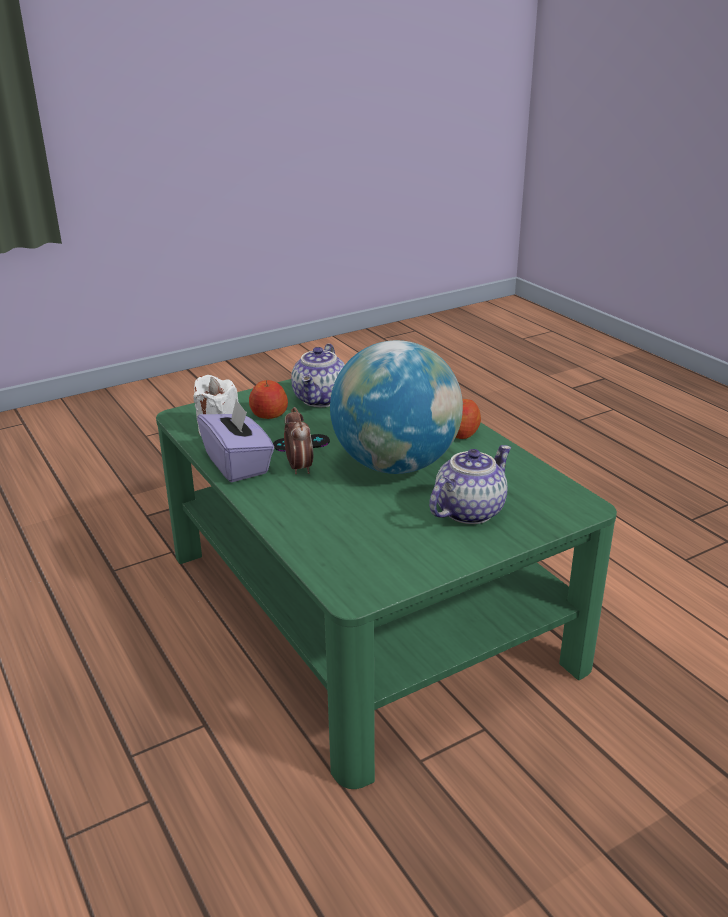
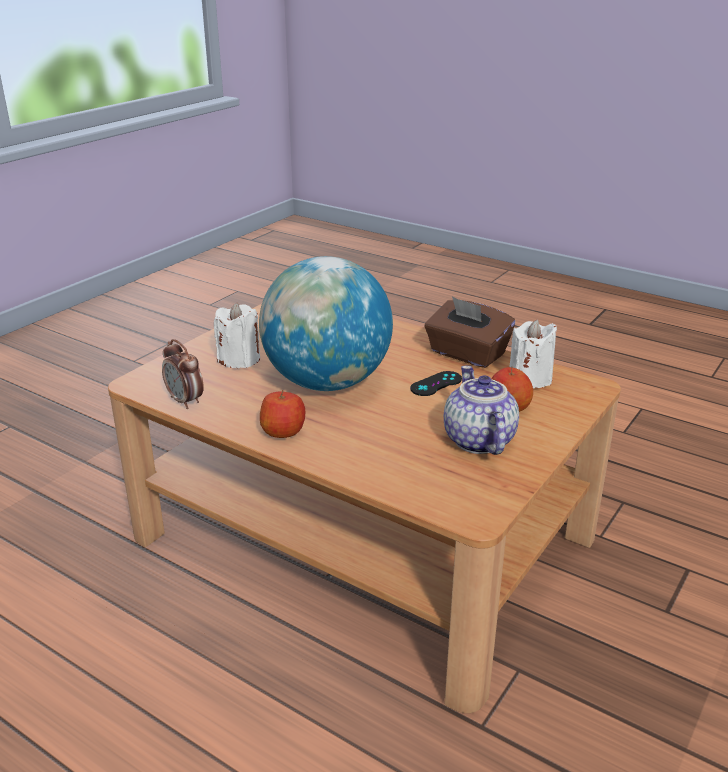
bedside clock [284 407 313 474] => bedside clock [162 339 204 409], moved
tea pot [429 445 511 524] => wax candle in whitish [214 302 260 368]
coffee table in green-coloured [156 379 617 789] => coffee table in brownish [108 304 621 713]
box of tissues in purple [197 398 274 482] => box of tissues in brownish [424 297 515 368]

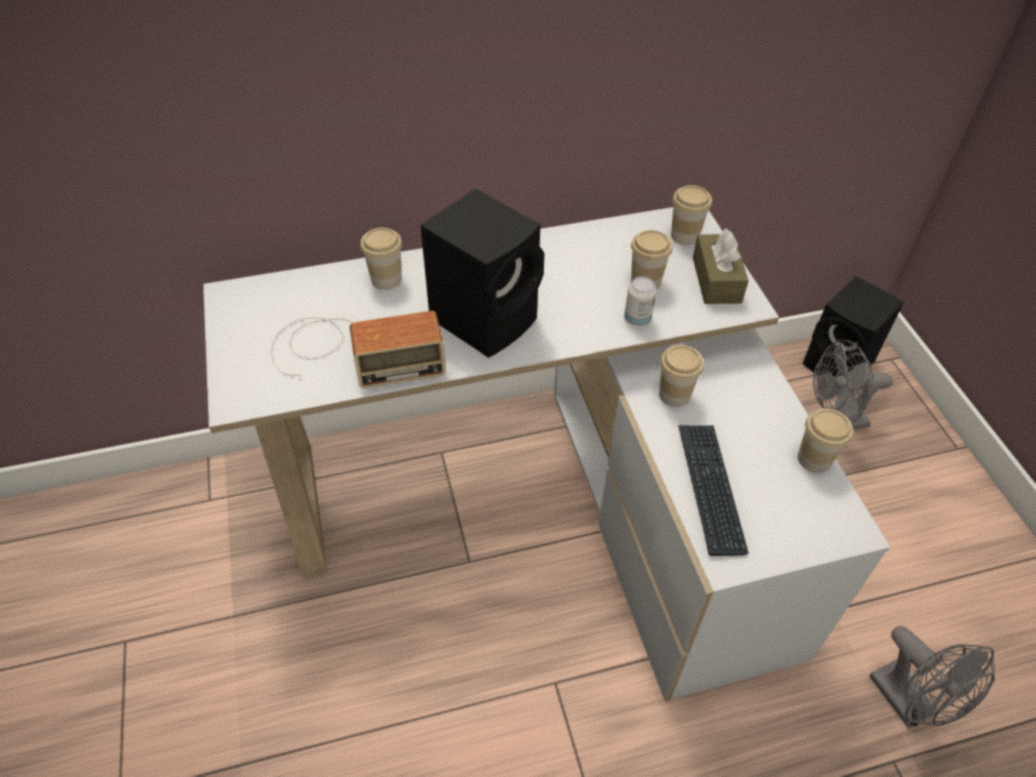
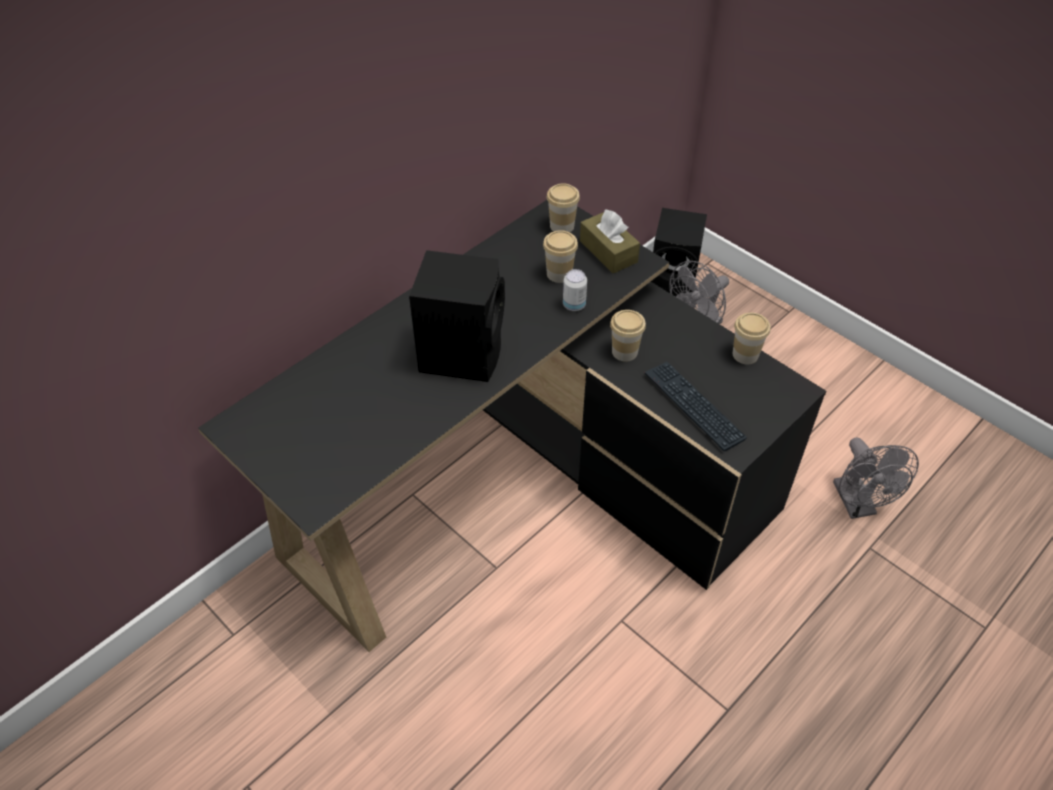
radio set [271 311 446 388] => nothing
small cup [360 228 402 290] => nothing
desk unit in whitish [203 207 890 702] => desk unit in blackish [198 200 826 652]
cooling fan in greyish [869 626 995 728] => cooling fan in greyish [833 437 919 519], 45 degrees clockwise

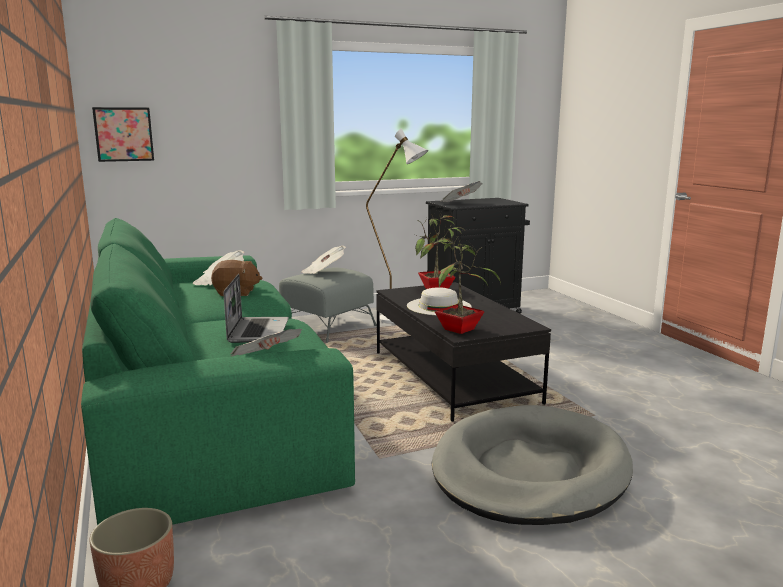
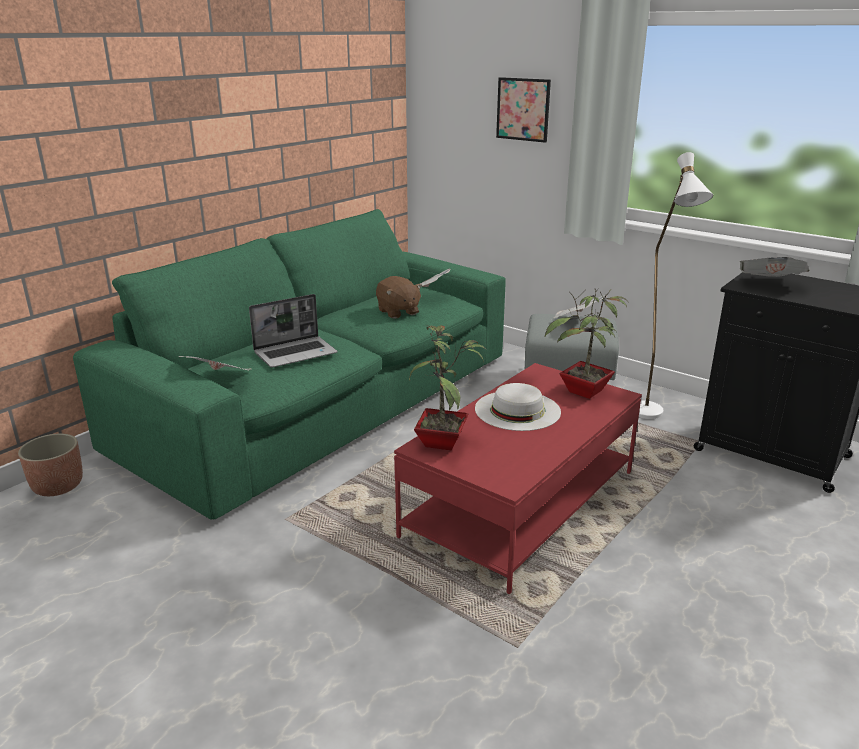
pet bed in greyish [431 405 633 525] => nothing
picture [92 107 154 162] => picture [496 77 551 143], moved
coffee table in blackish [377 282 551 422] => coffee table in red-coloured [394 363 642 594]

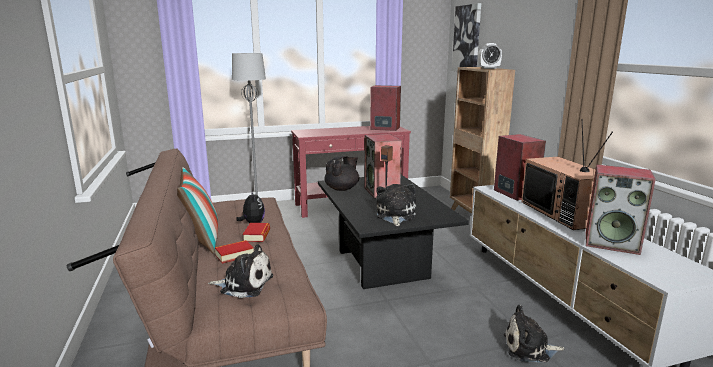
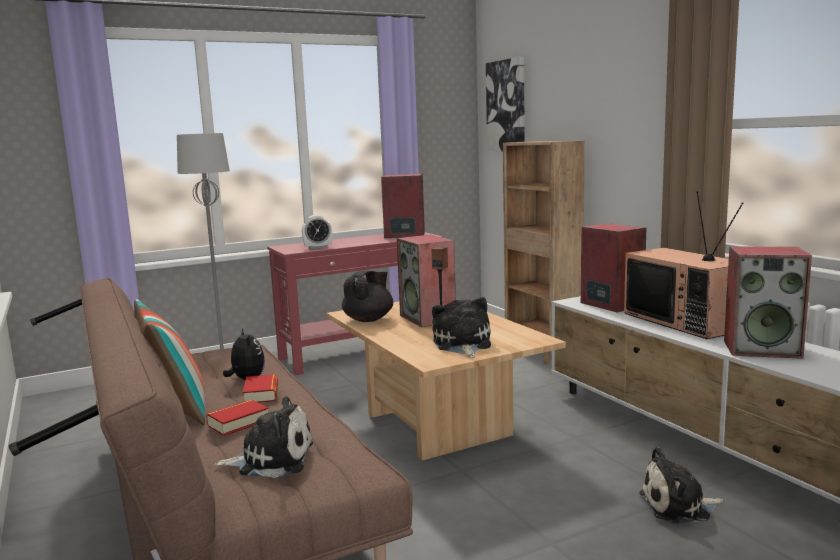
bedside clock [478 43 502 69] => bedside clock [302 215 332 249], moved
coffee table in blackish [318 175 469 289] => coffee table in beige [327 302 566 461]

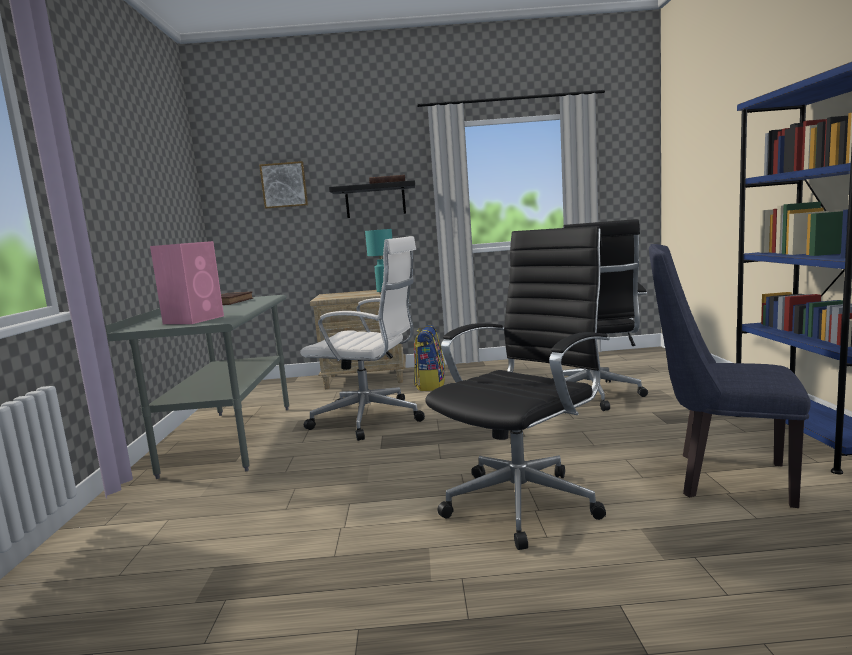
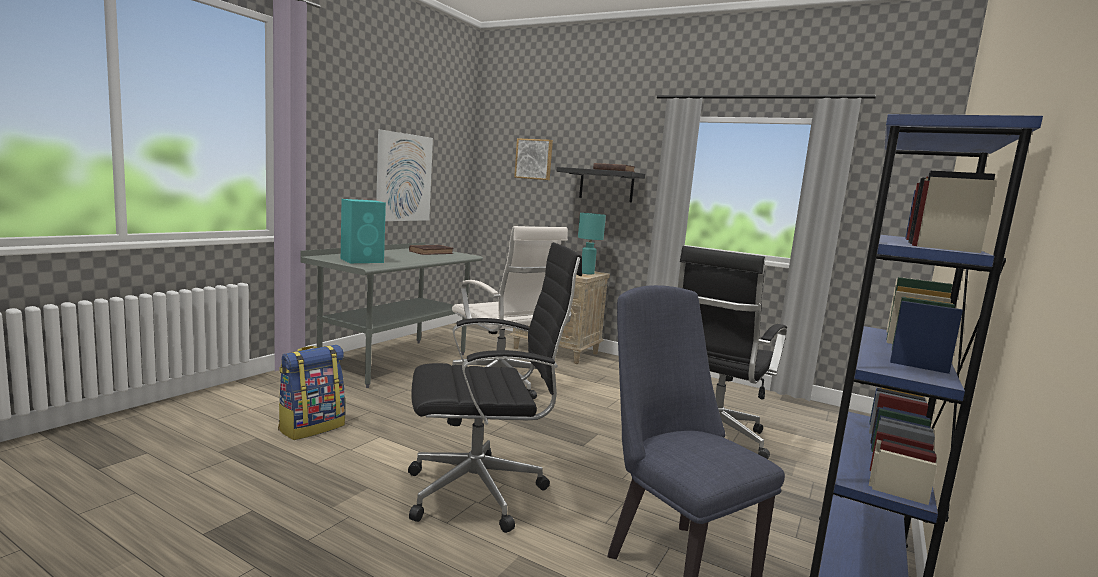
nothing => picture [376 129 433 221]
rucksack [414 325 445 391] => rucksack [278 345 345 440], moved
audio speaker in pink-coloured [150 241 224 324] => audio speaker in turquoise-coloured [341 199 386 263]

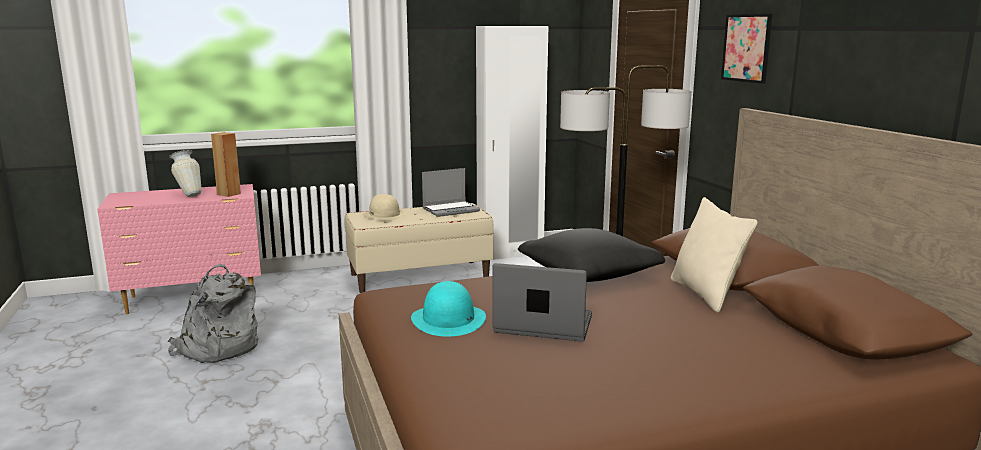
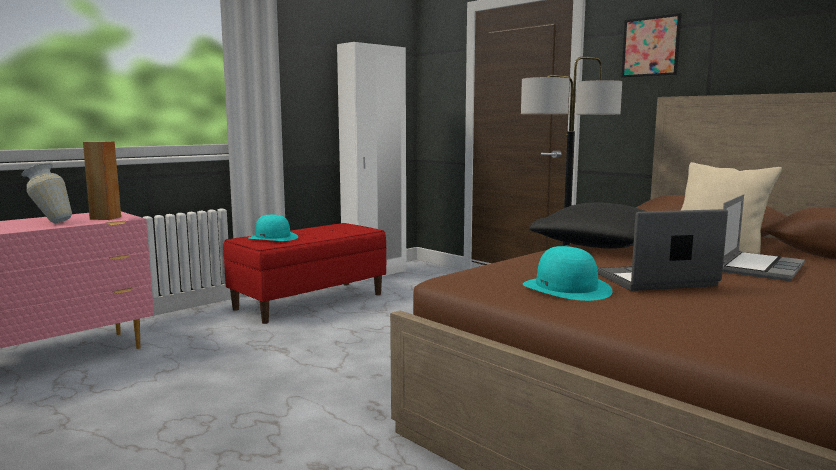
rucksack in greyish [168 264 259 363] => nothing
laptop [422 168 480 217] => laptop [723 194 805 281], moved
long seat in beige [344 203 494 293] => long seat in red-coloured [223 223 386 324]
wearable hat in beige [363 194 407 221] => wearable hat in turquoise-coloured [248 215 298 241]

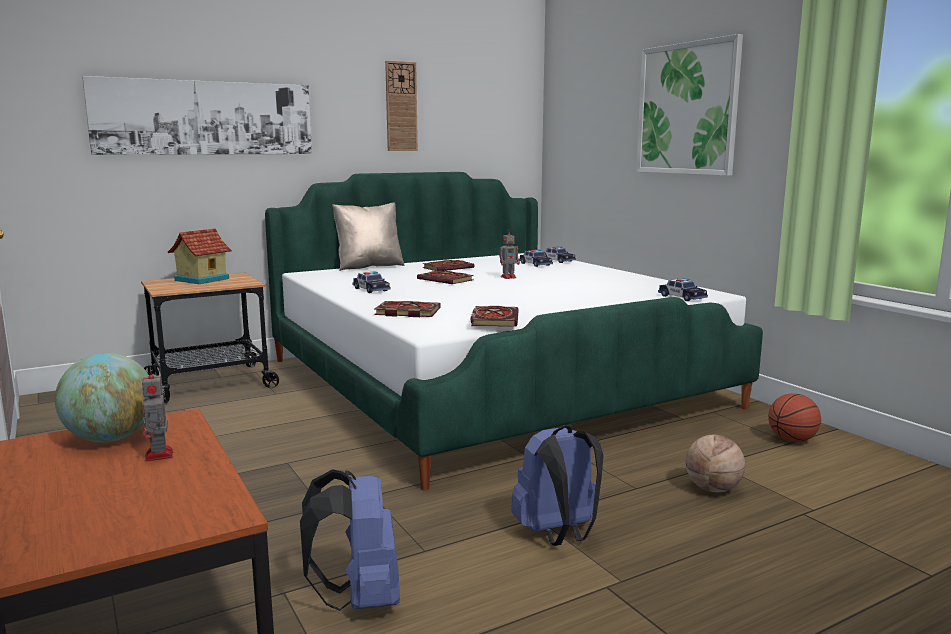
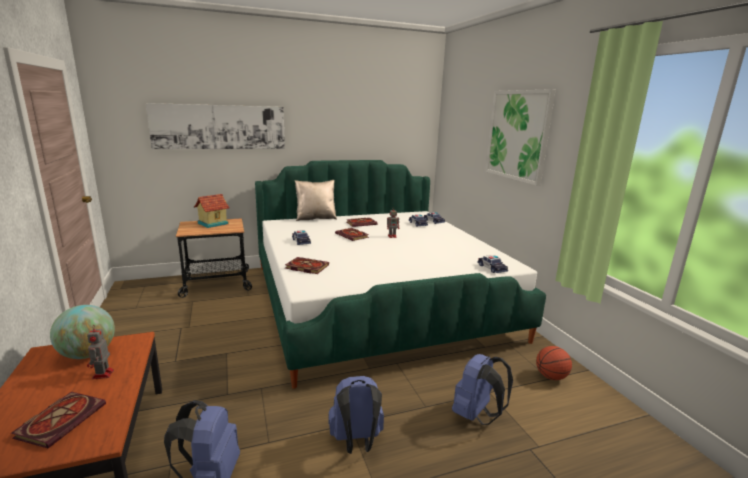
clock on the wall [385 61 418 151] => nothing
book [470 306 518 327] => book [11 392 106 448], moved
ball for basketball [686 435 745 492] => rucksack in bluish [452 354 513 425]

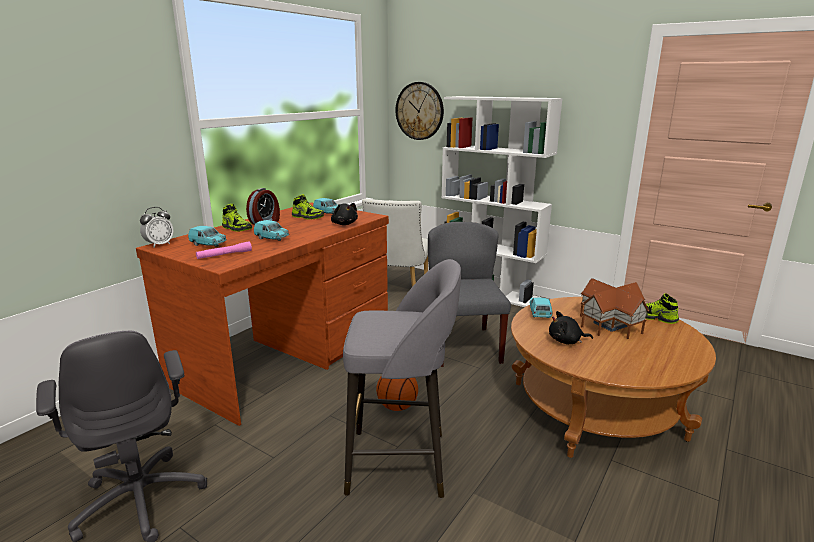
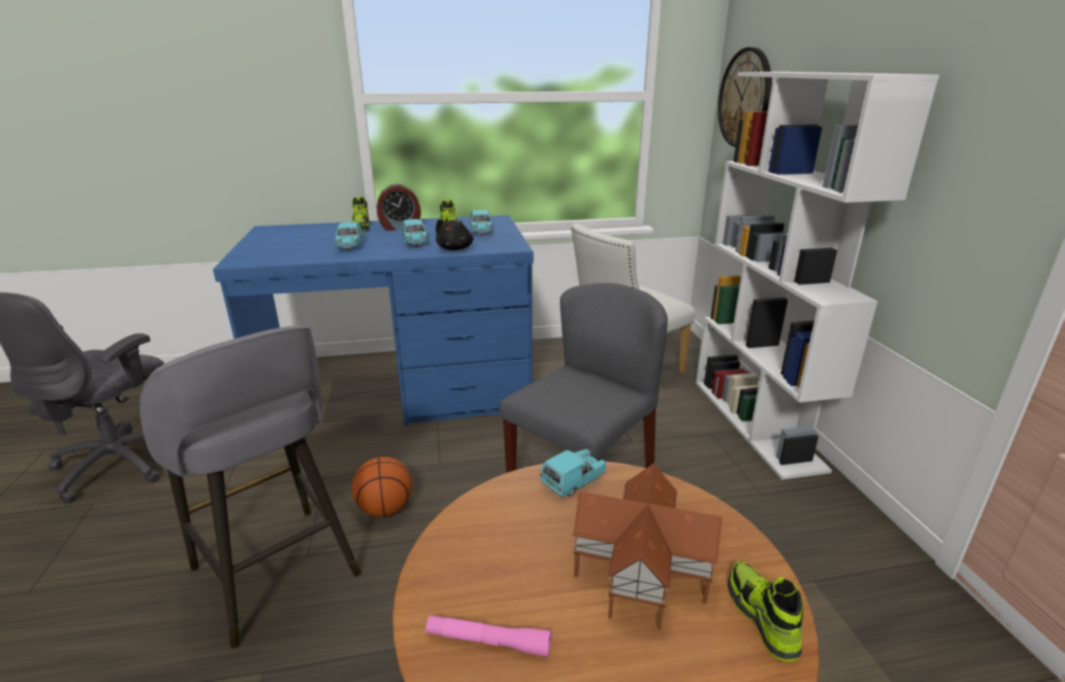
bedside clock [140 207 174 248] => nothing
cuddly toy in blackish [549 311 593 344] => nothing
toy car in turquoise-coloured [188 226 227 247] => toy car in turquoise-coloured [401 219 428 247], moved
flashlight in pink-coloured [196 241 252 259] => flashlight in pink-coloured [426 615 551 657], moved
desk unit in brownish [136 203 389 426] => desk unit in bluish [213 215 533 426]

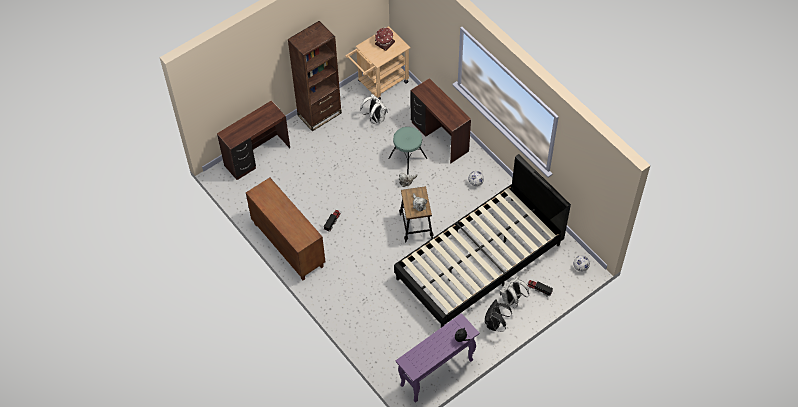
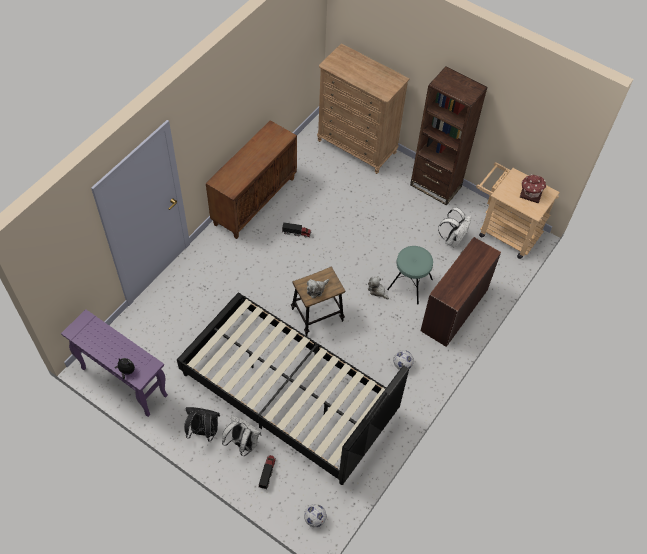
desk unit in brownish [217 100 290 180] => drawer chest in brownish [317 43 410 174]

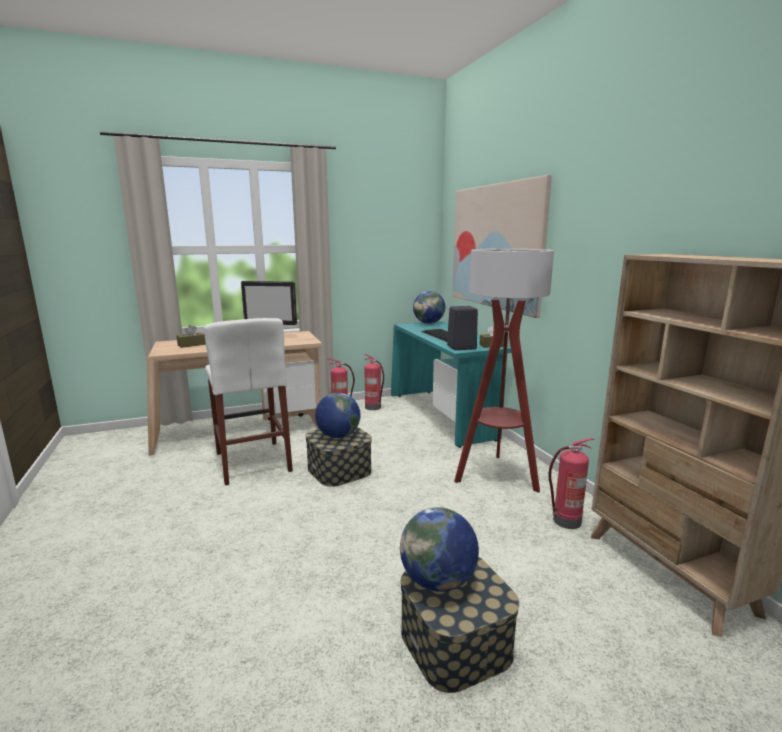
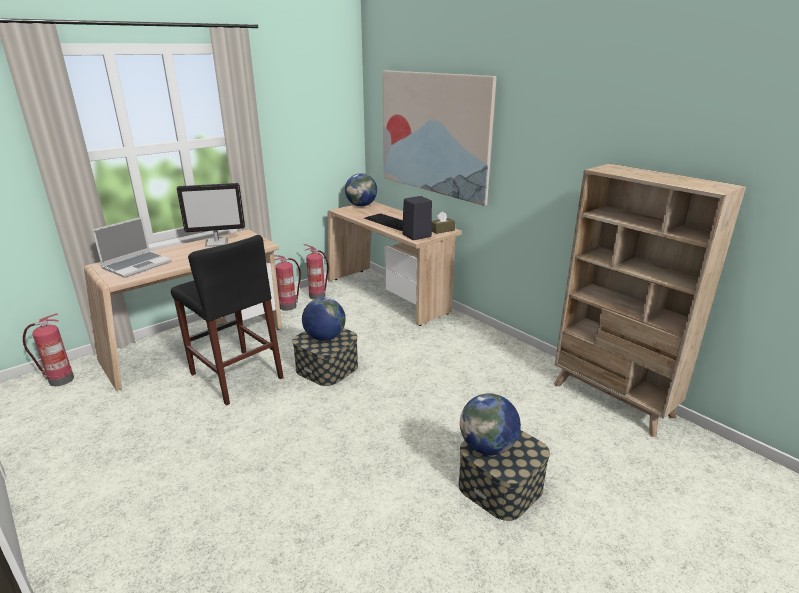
standing lamp [454 249 554 493] => nothing
extinguisher [549 438 594 529] => extinguisher [23 313 74 386], moved
box of tissues in brownish [176 325 206 348] => laptop [92 217 171 278]
stool seat in whitish [204 318 293 486] => stool seat in blackish [171 235 284 406]
desk unit in turquoise-coloured [391 321 511 448] => desk unit in beige [328 201 462 326]

